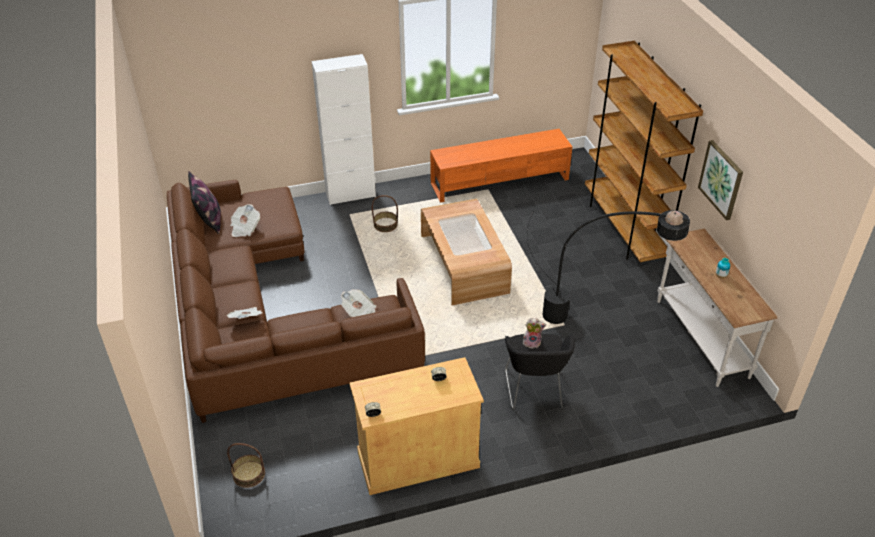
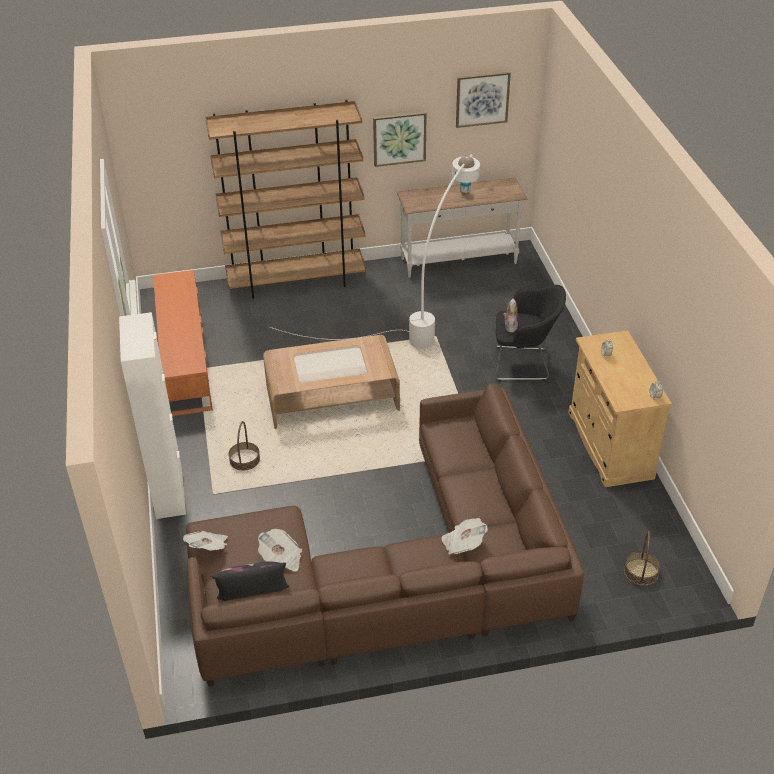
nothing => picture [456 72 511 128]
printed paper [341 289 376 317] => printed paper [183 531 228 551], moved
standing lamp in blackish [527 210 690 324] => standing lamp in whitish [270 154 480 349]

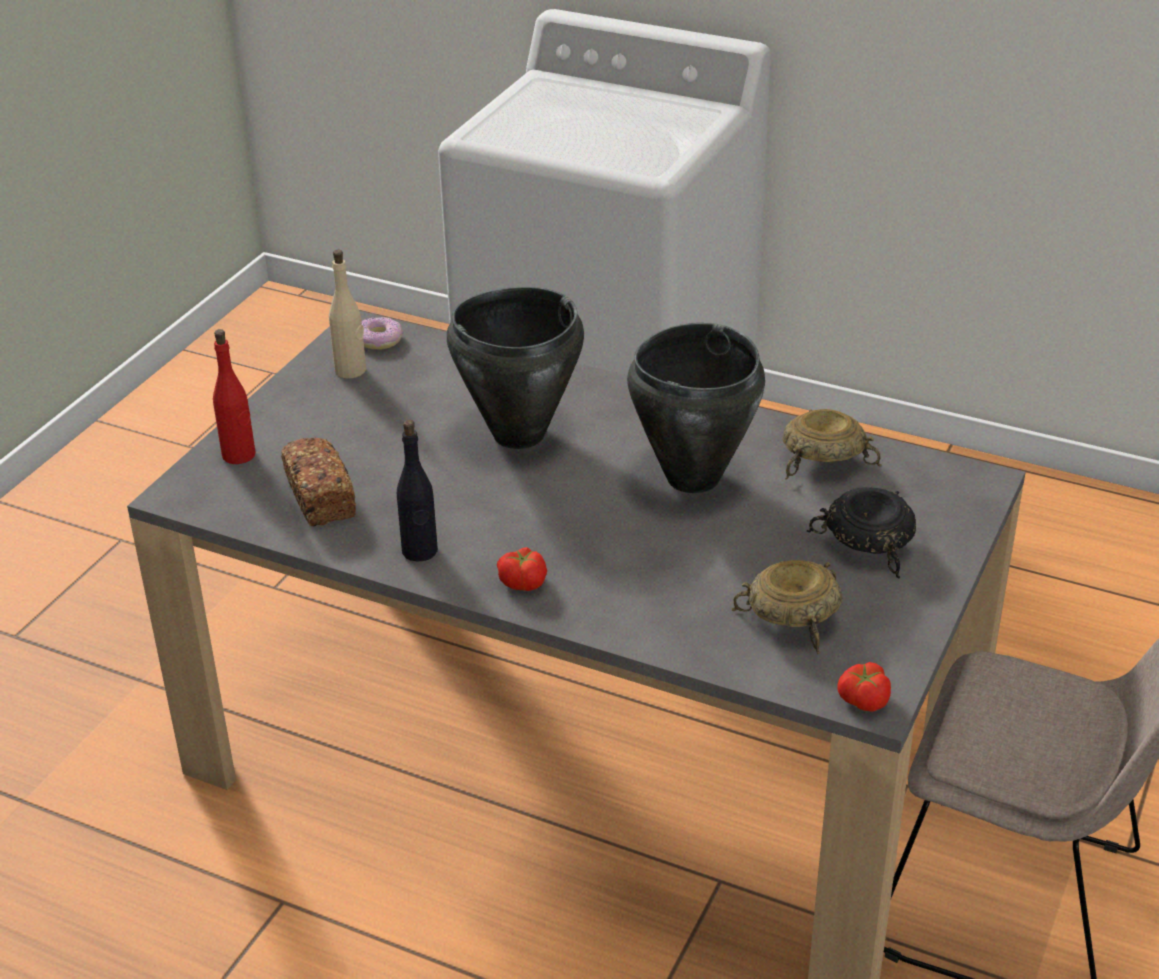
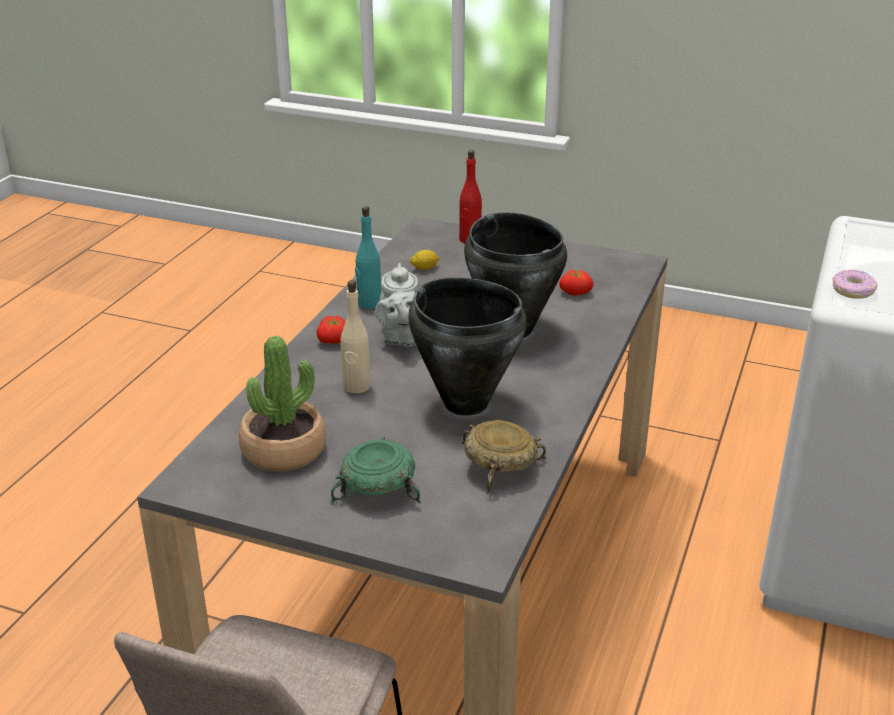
nothing => tea pot in greyish [375 263 418 346]
bottle in beige [329 249 366 379] => bottle in beige [341 280 371 393], moved
ring doughnut [362 317 403 350] => ring doughnut [833 270 878 299], moved
fresh tomato [837 662 891 712] => fresh tomato [559 269 594 295], moved
bread [281 438 356 526] => citrus fruit [410 250 440 270]
serving bowl in beige [732 560 842 654] => potted plant [239 336 326 471]
bottle in blackish [397 420 438 562] => bottle in turquoise-coloured [355 206 381 309]
serving bowl in blackish [807 487 916 579] => serving bowl in green-coloured [331 436 421 503]

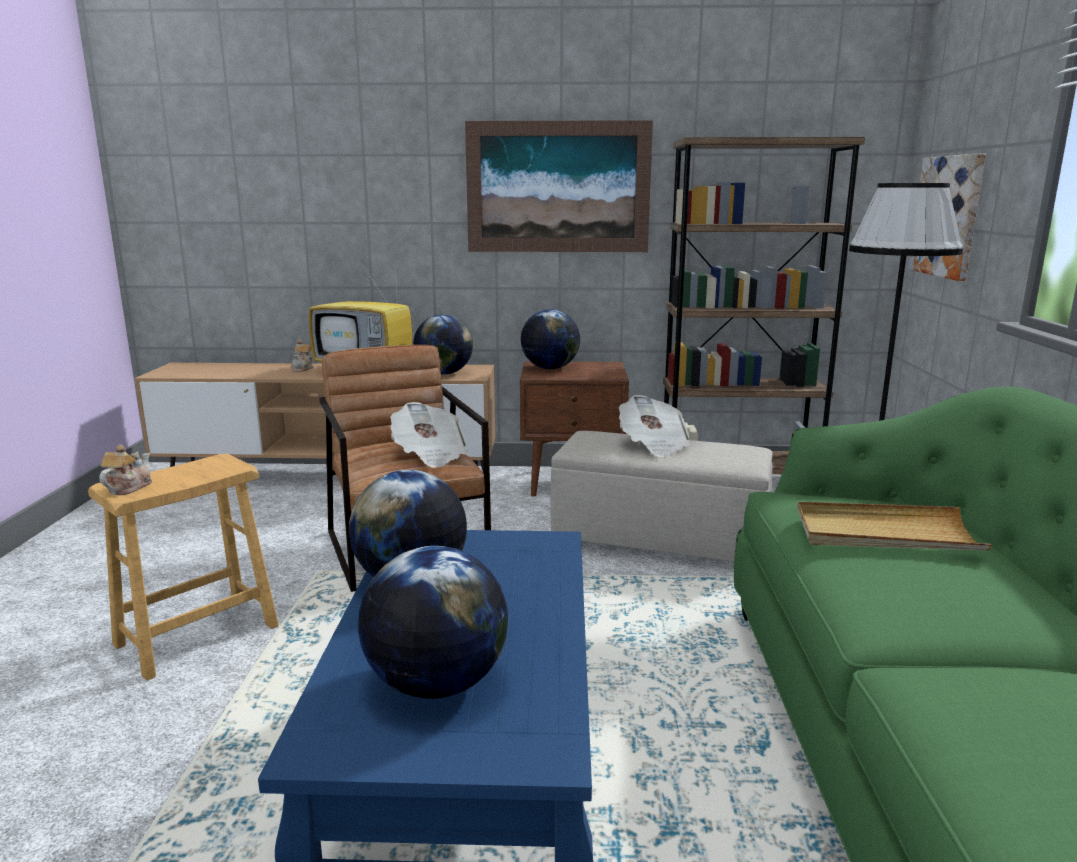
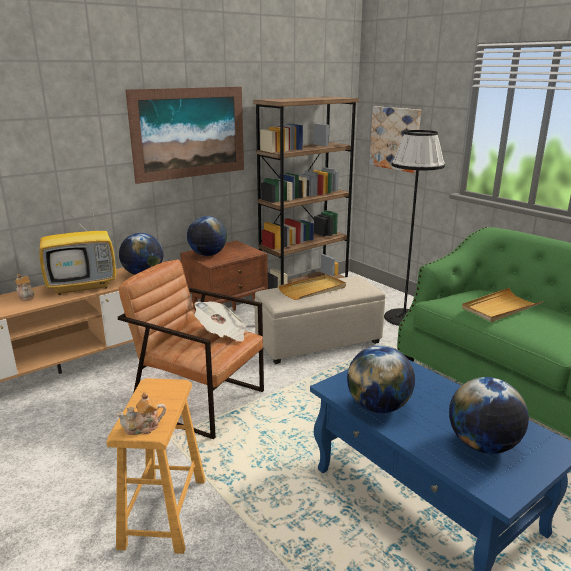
printed paper [619 395 691 457] => tray in beige [278 274 346 300]
tea pot [99 445 152 495] => tea pot [116 392 166 435], 90 degrees counterclockwise

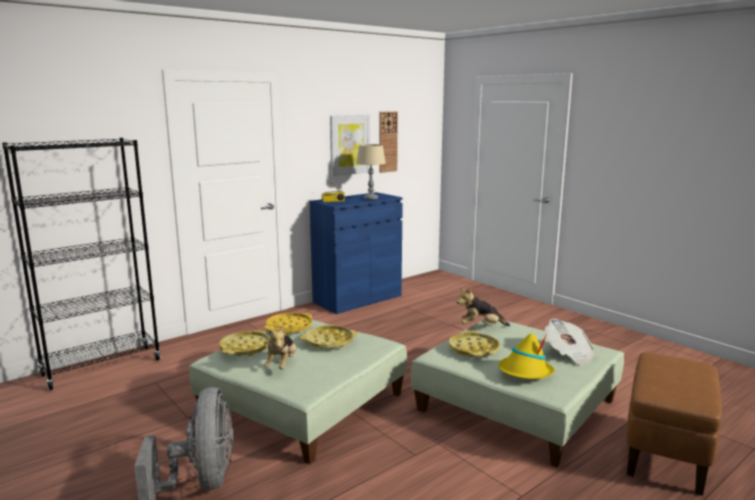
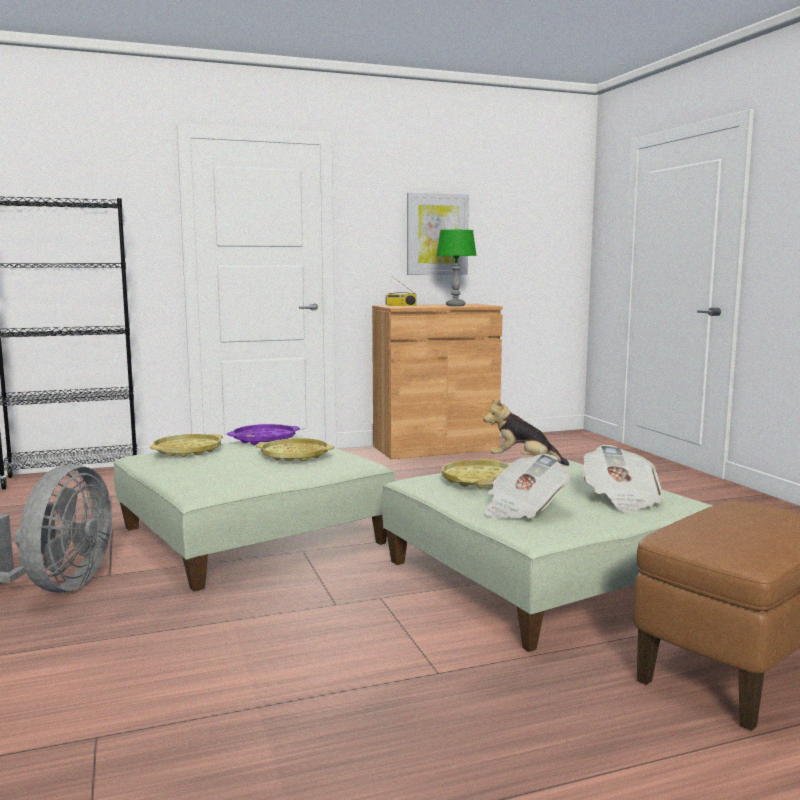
cuddly toy [264 326 297 369] => nothing
clock on the wall [380 111 398 173] => nothing
wearable hat in yellow-coloured [499 333 555 379] => printed paper [484 454 571 518]
tray in yellow-coloured [265 313 312 335] => tray in purple [227 424 300 445]
cabinet in bluish [310 192 403 314] => cabinet in brownish [372 304 503 460]
lamp for a table in beige [356 144 386 200] => lamp for a table in green-coloured [436 230 477 306]

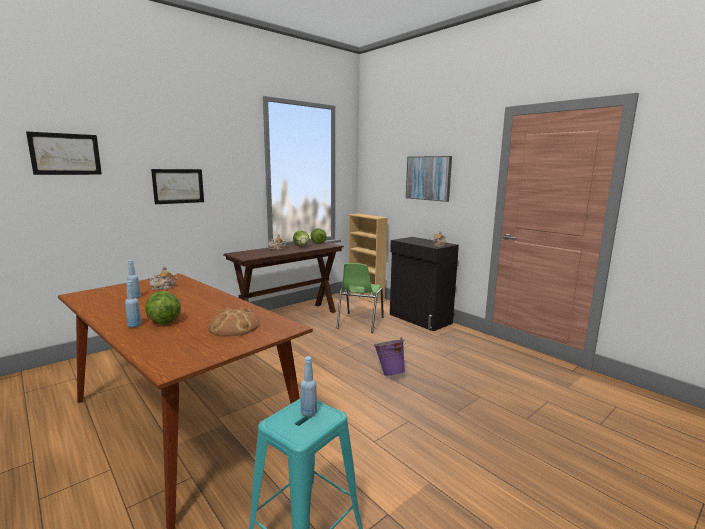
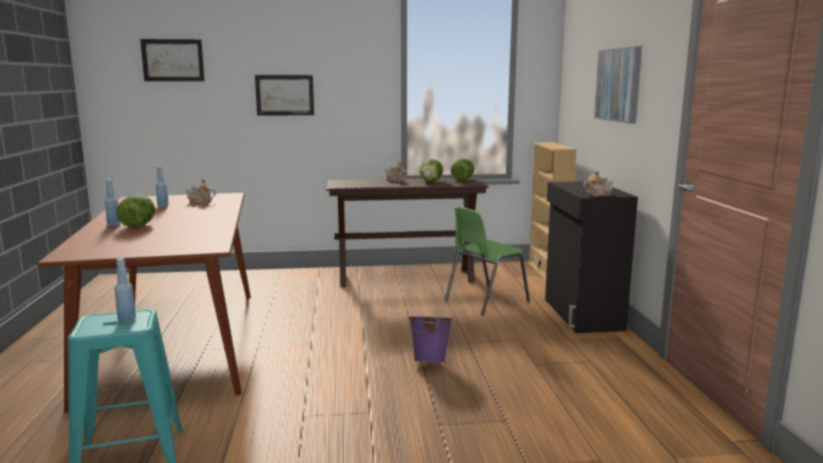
bread [208 307 259 337] => nothing

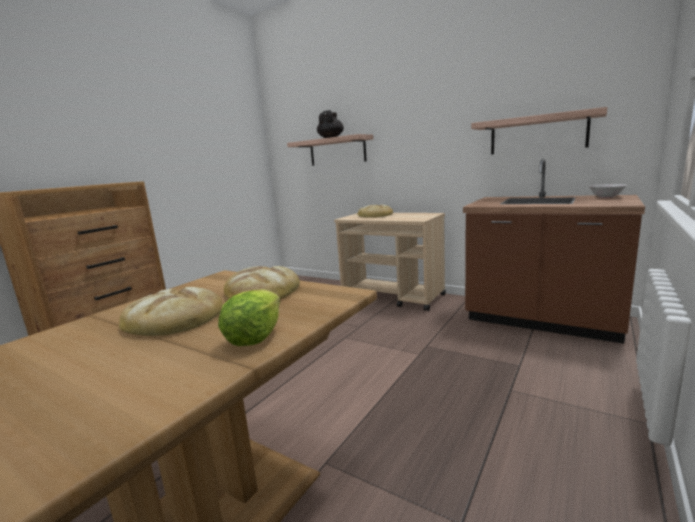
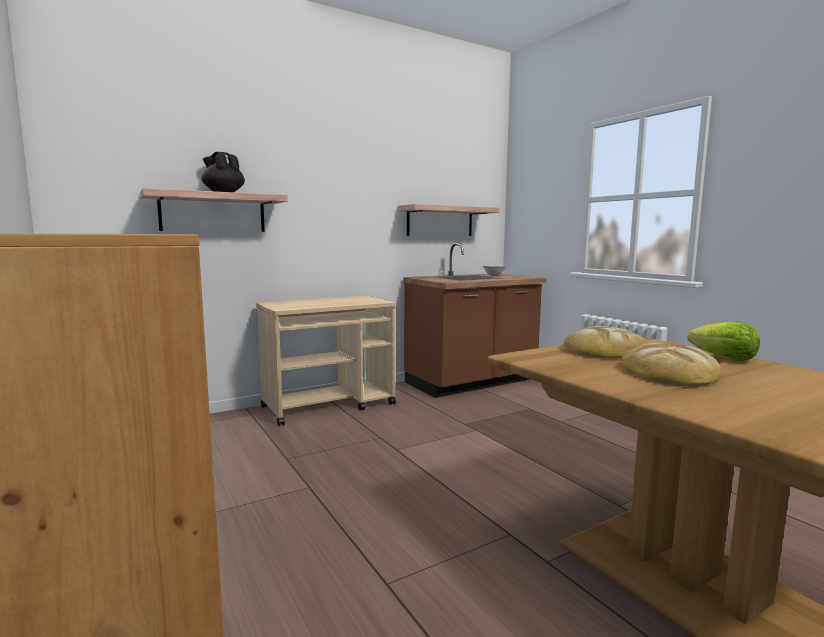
bread [357 204 393 218] => nothing

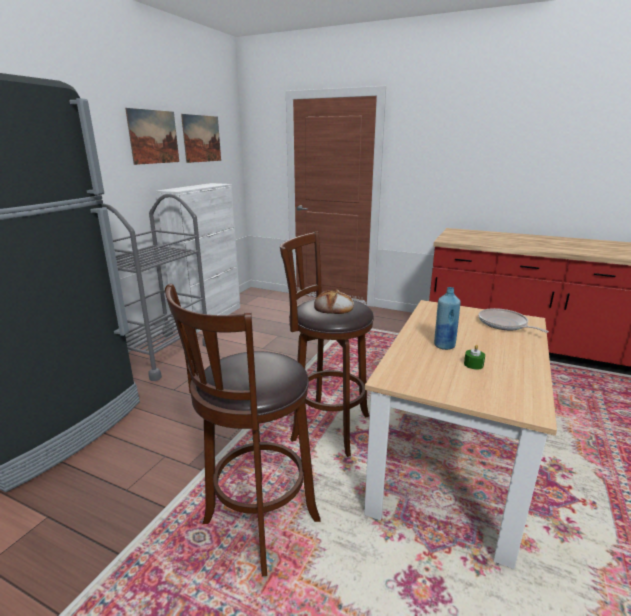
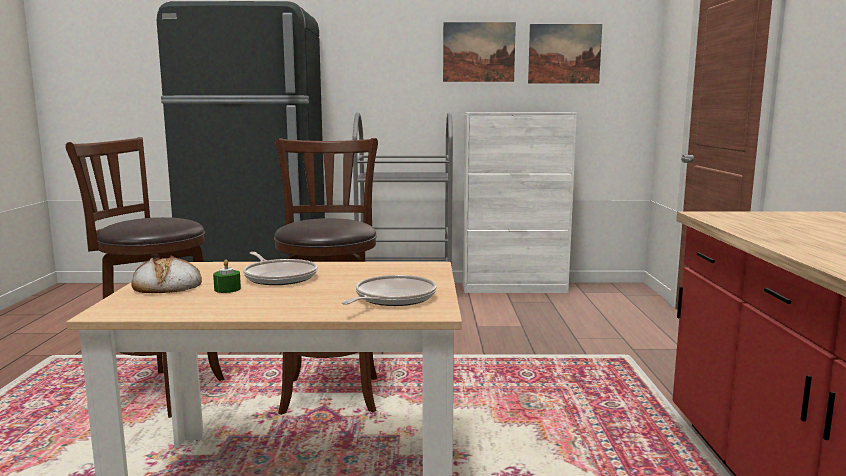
bread [314 289 354 314] => bread [131 255 202 293], moved
bottle in bluish [434 287 461 350] => frying pan [243 252 317 285]

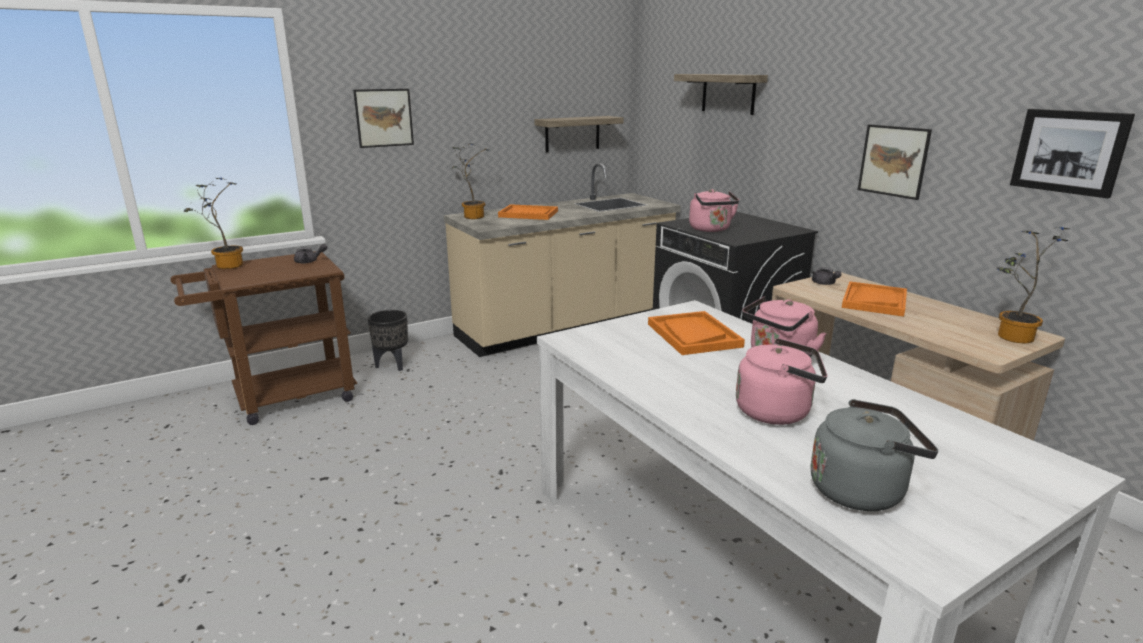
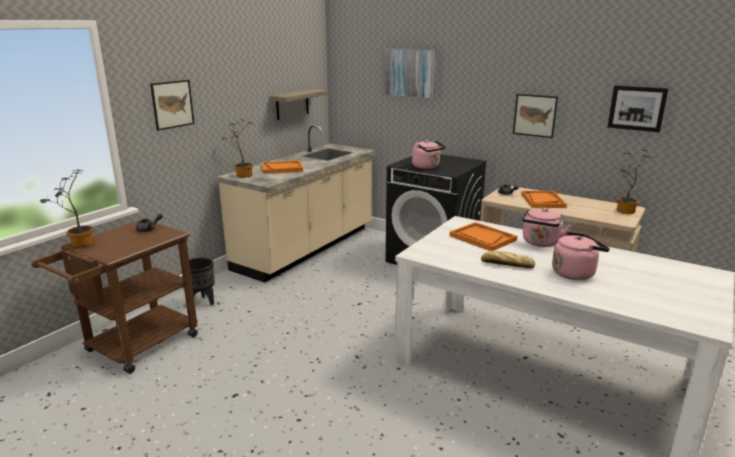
water kettle in greyish [810 399 938 511] => nothing
nothing => bread [481 251 535 268]
wall shelf [674 74 768 115] => picture [383 48 437 99]

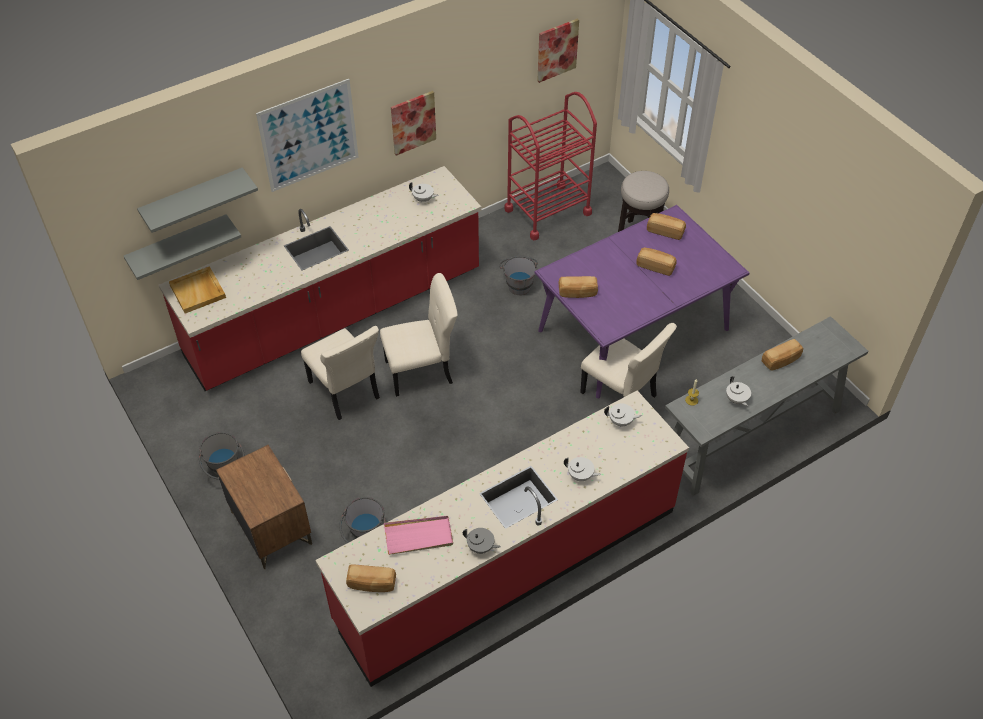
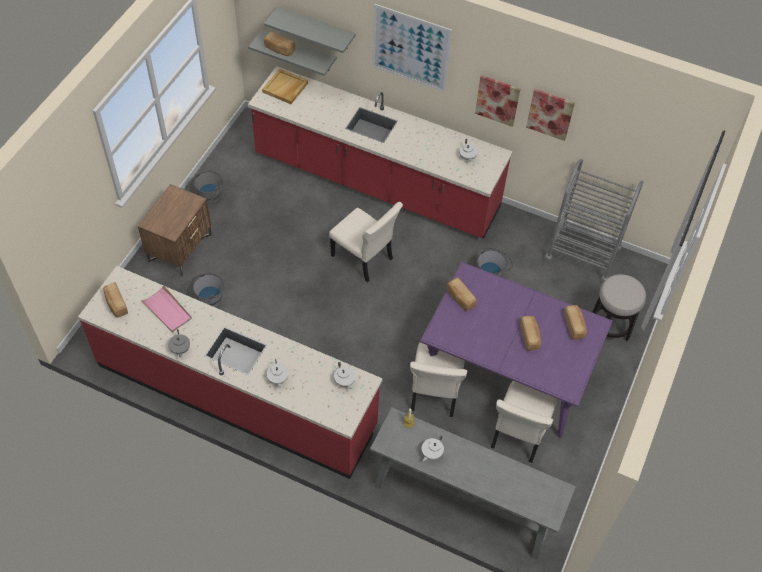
upright chair in beige [301 326 380 420] => upright chair in beige [491 381 557 463], moved
picture [537 18 579 83] => picture [526 89 575 141], moved
bread [762 339 803 371] => bread [264 31 295 56], moved
wheeled cart in red-coloured [504 92 597 240] => wheeled cart in greyish [544 159 643 284]

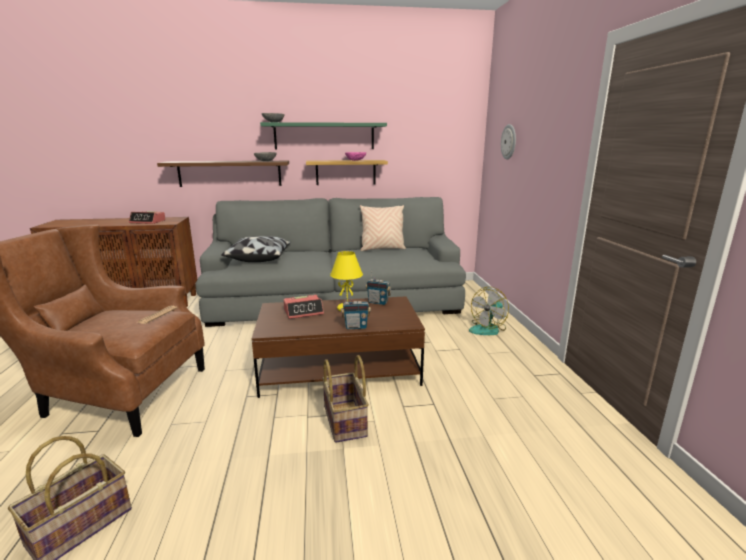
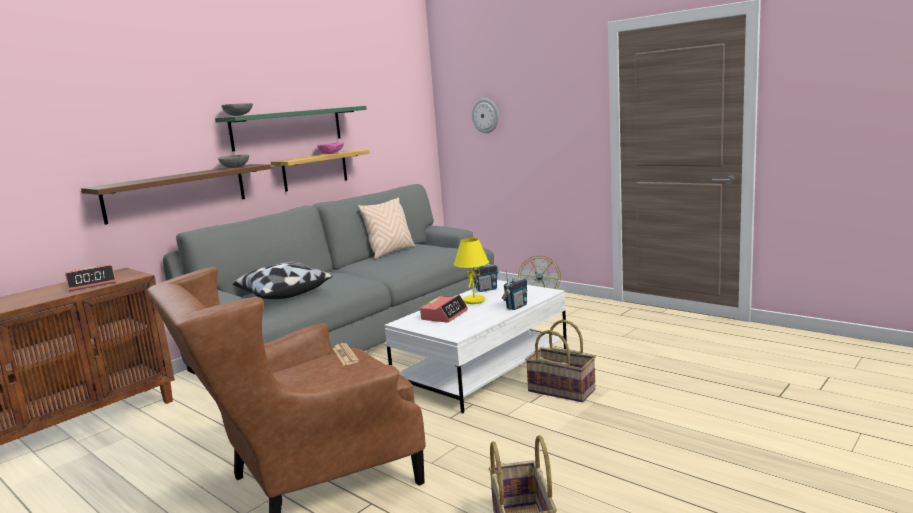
coffee table in brownish [252 296 425 398] => coffee table in whitish [385 280 567 414]

